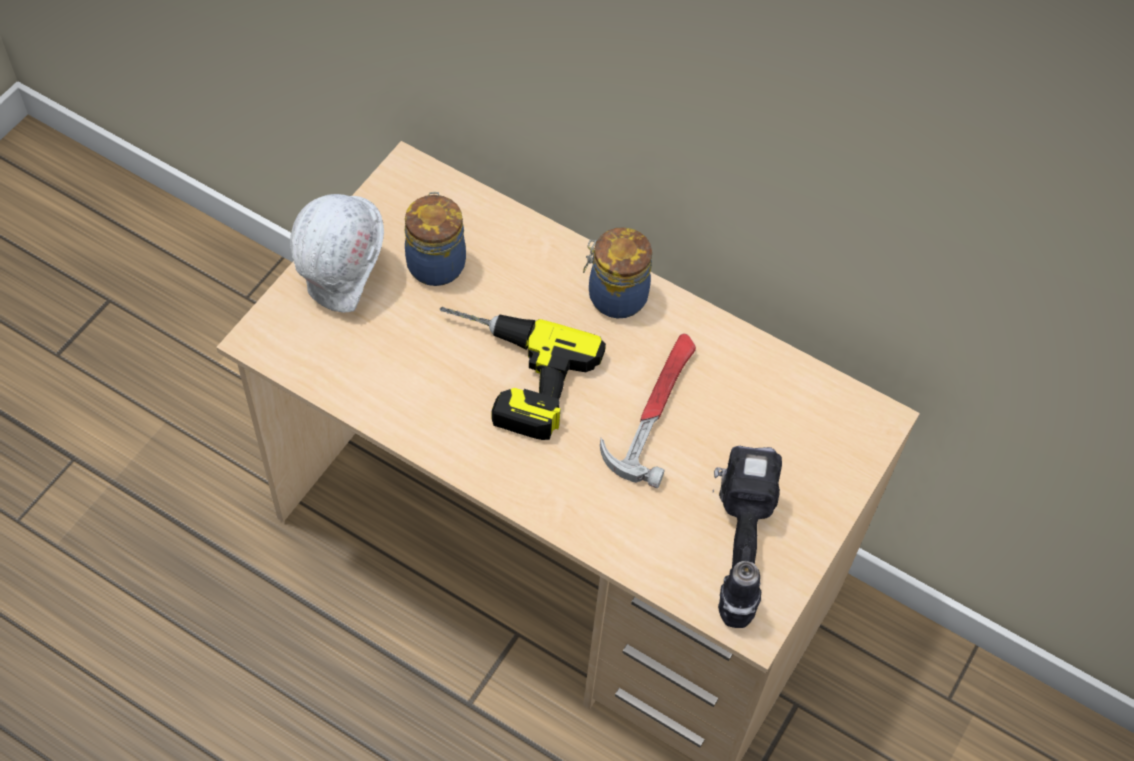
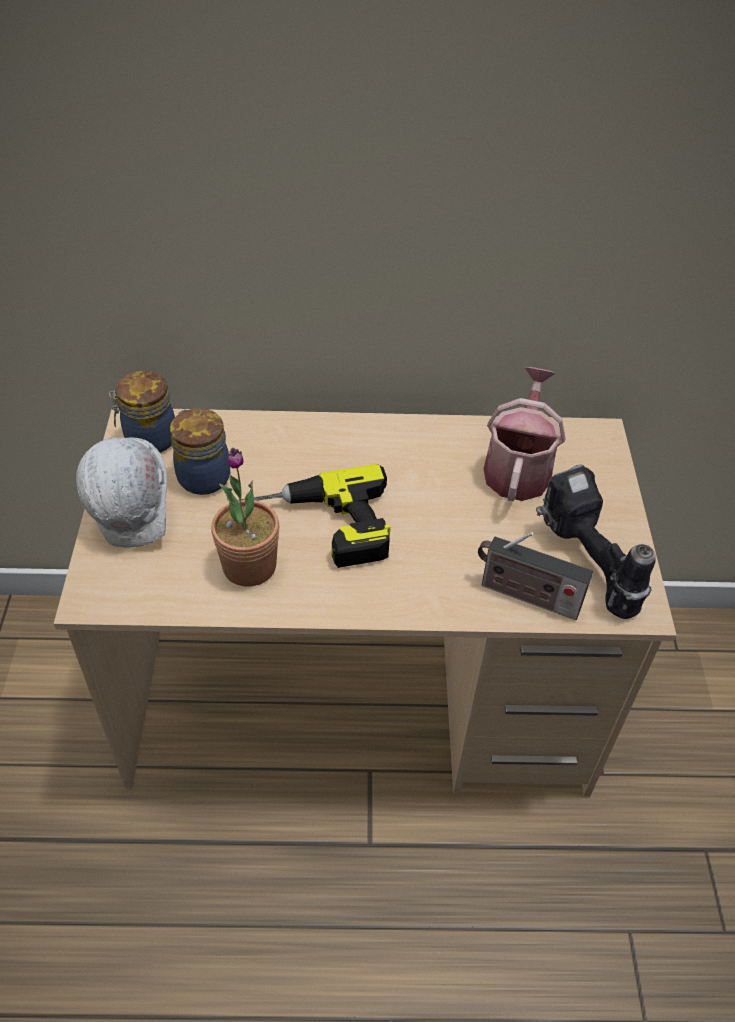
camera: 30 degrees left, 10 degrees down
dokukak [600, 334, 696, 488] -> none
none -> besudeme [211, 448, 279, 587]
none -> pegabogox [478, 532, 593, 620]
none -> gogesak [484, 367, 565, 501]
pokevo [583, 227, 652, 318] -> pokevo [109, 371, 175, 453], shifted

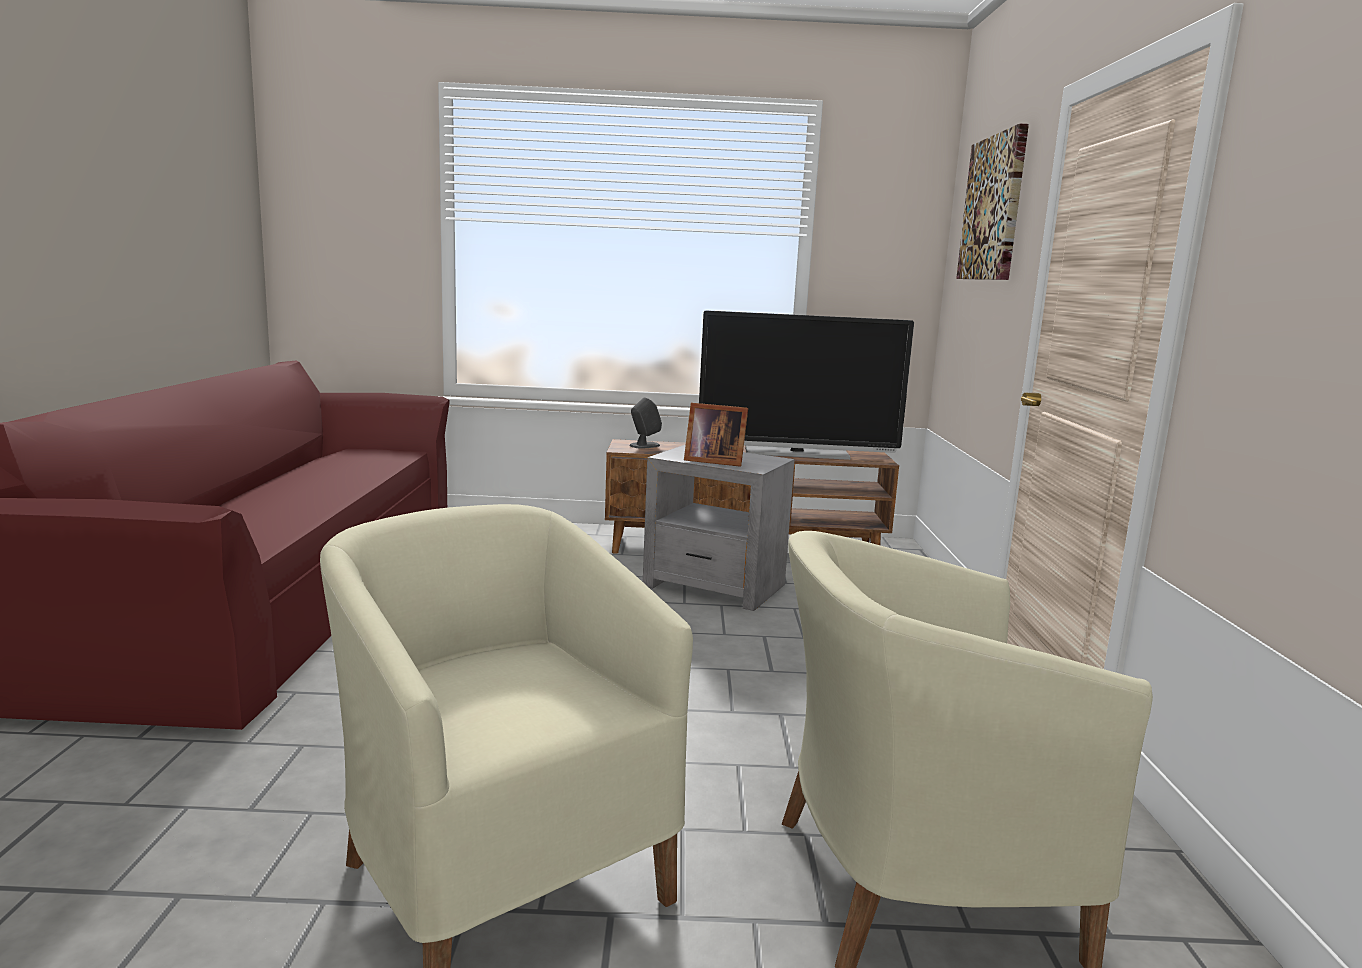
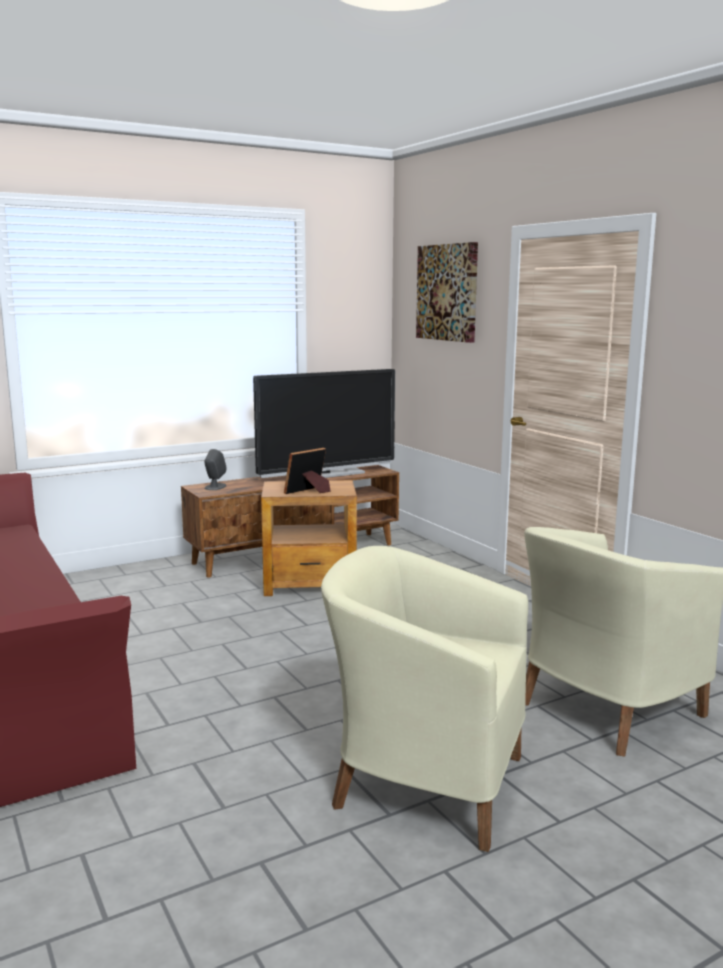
camera: 30 degrees left, 0 degrees up
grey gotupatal [643, 444, 795, 611] -> brown gotupatal [261, 480, 357, 596]
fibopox [684, 403, 748, 467] -> fibopox [284, 448, 331, 494], 150 degrees clockwise

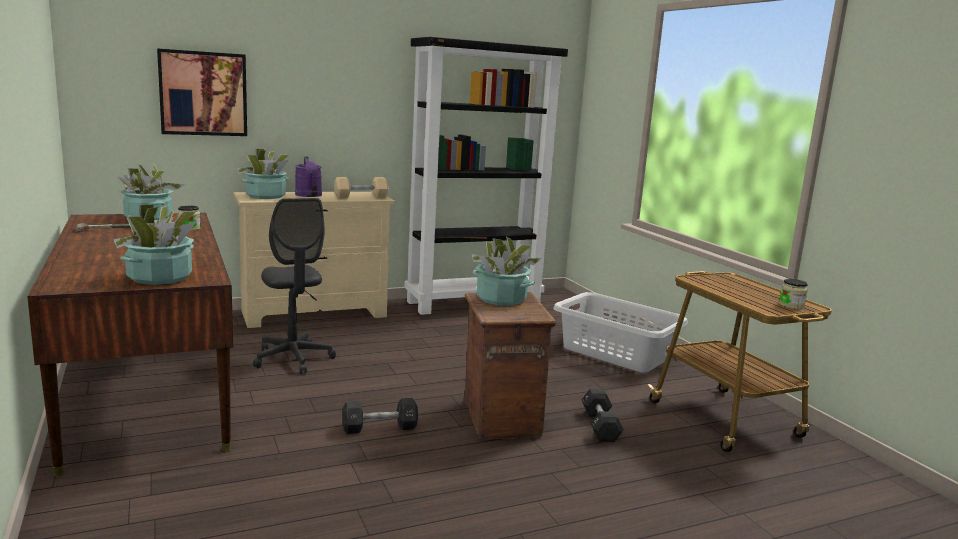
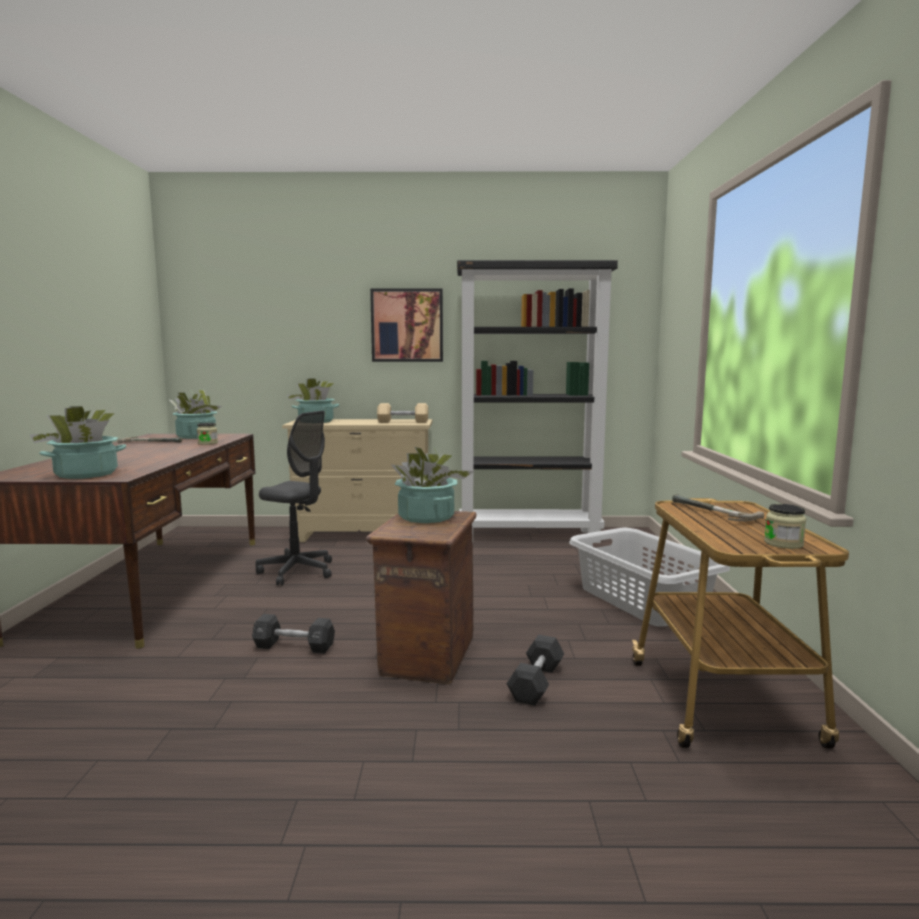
camera: 25 degrees right, 5 degrees down
purple gogesak [295, 157, 322, 197] -> none
none -> dokukak [672, 494, 764, 522]
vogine [157, 48, 247, 136] -> vogine [370, 289, 443, 362], shifted
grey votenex [253, 198, 336, 374] -> grey votenex [256, 411, 332, 586], 60 degrees counterclockwise

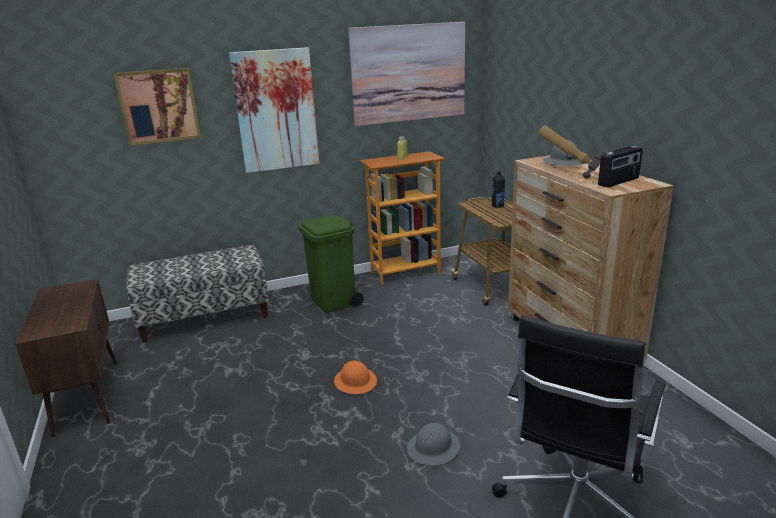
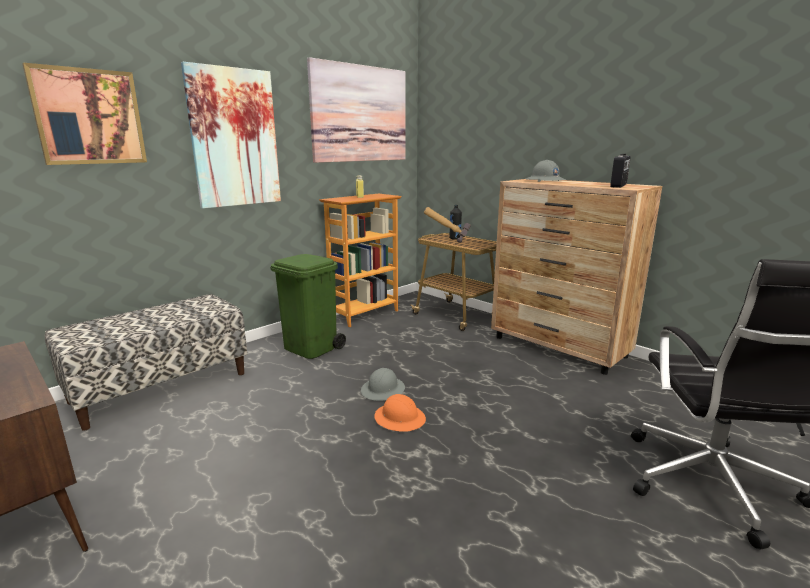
camera: 25 degrees left, 5 degrees down
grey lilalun [407, 423, 460, 466] -> grey lilalun [361, 368, 405, 401], shifted
dokukak [538, 125, 606, 178] -> dokukak [424, 207, 471, 243], shifted

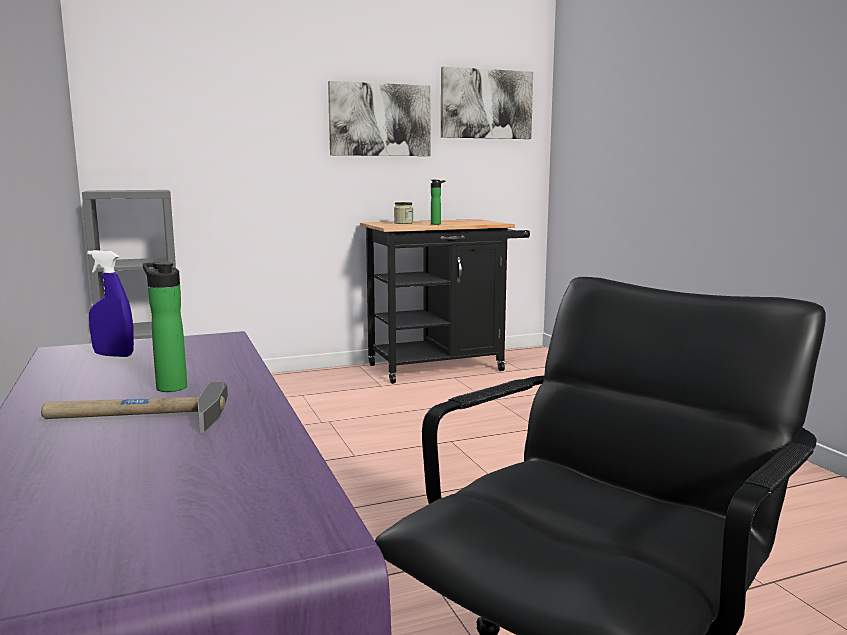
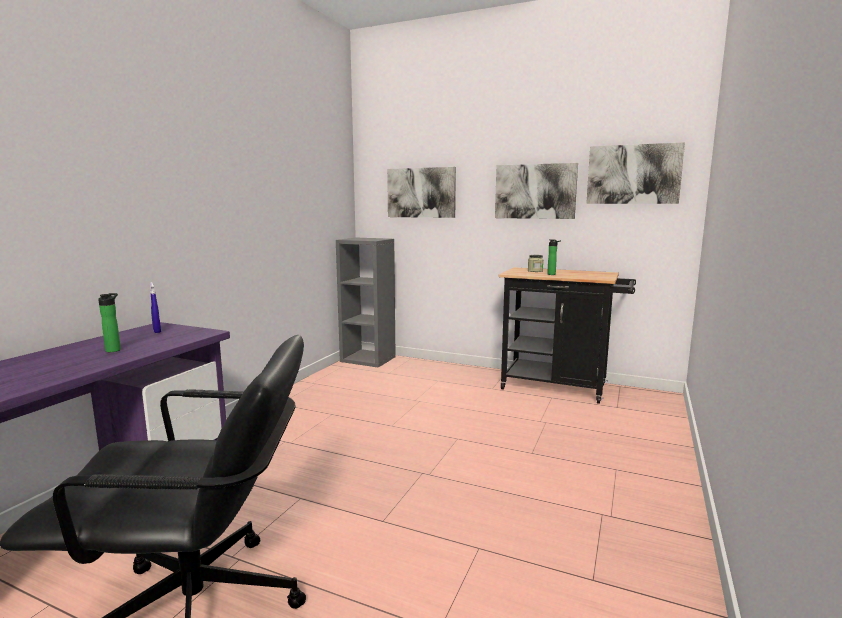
camera: 45 degrees right, 0 degrees up
dokukak [41, 382, 228, 433] -> none
none -> vogine [387, 167, 456, 218]

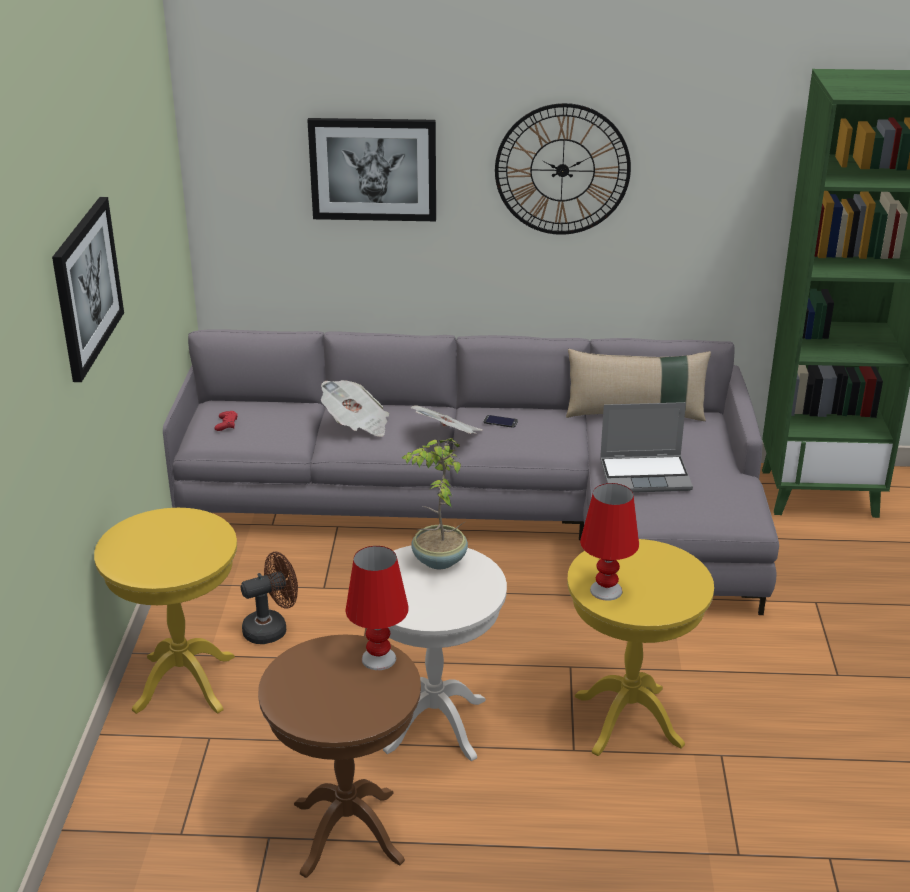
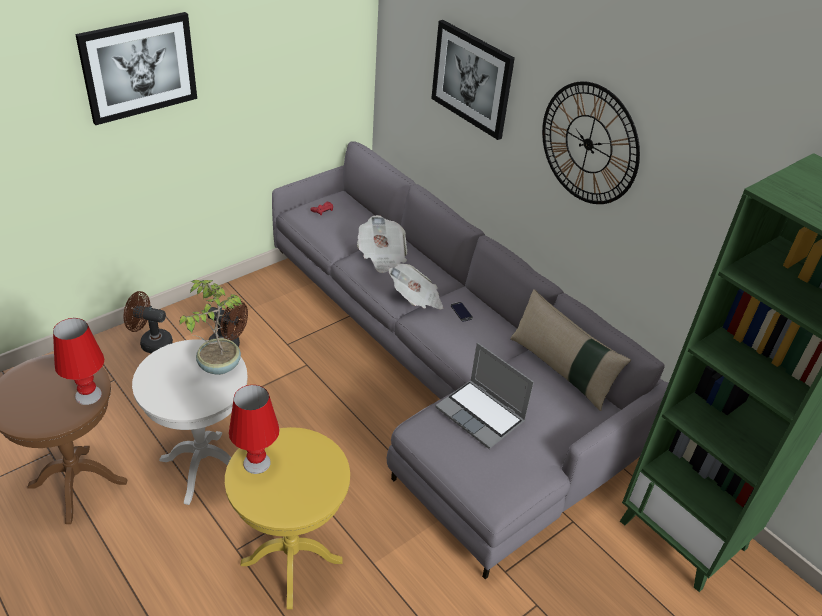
camera: 45 degrees right, 10 degrees up
yellow gotupatal [94, 508, 237, 714] -> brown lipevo [124, 291, 173, 353]

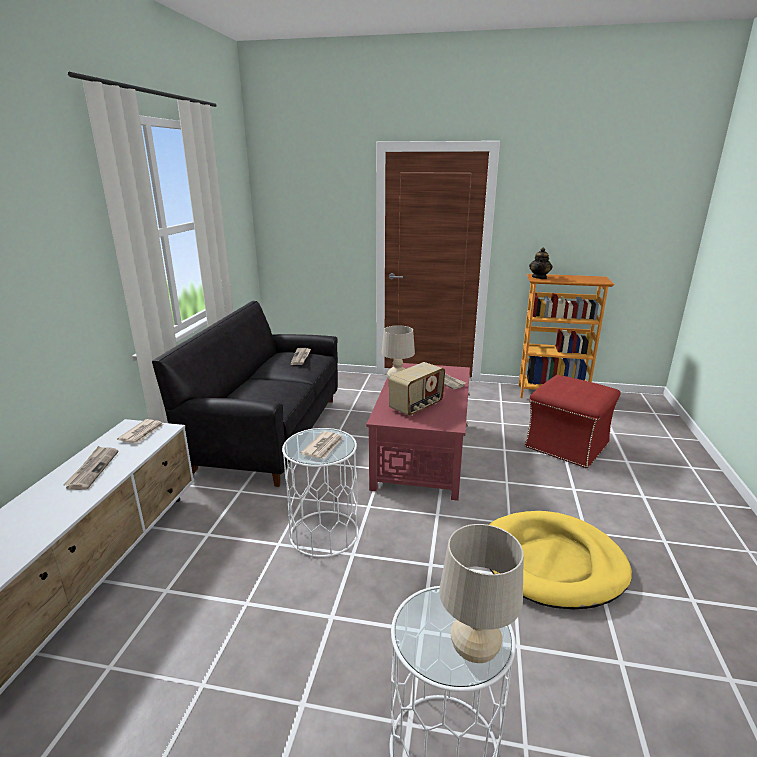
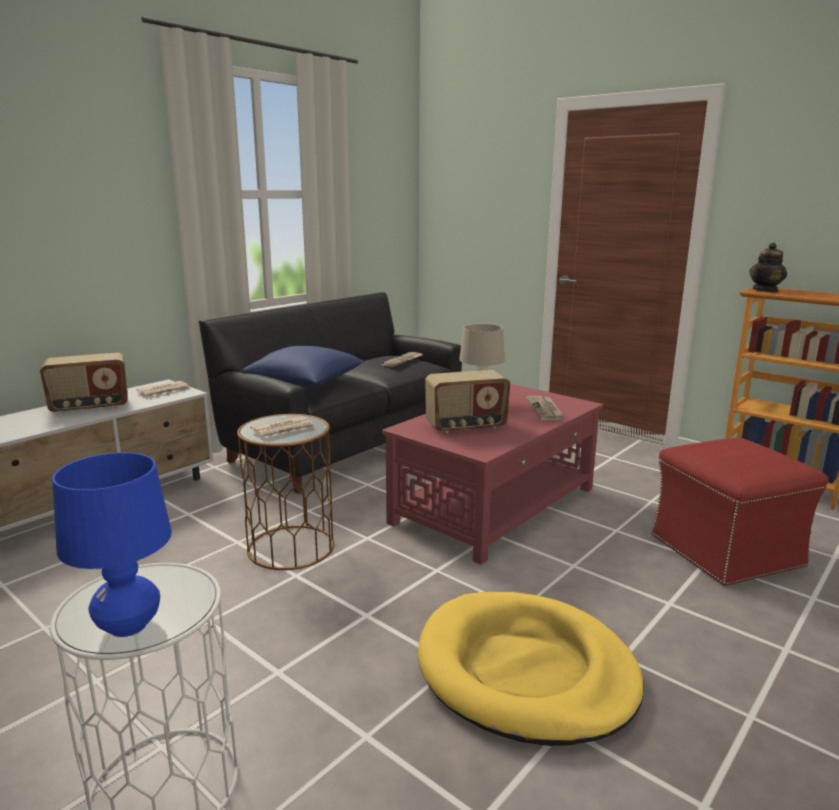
camera: 30 degrees right, 5 degrees down
none -> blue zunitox [241, 346, 365, 386]
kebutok [63, 446, 118, 490] -> pegabogox [40, 353, 128, 414]
white gotupatal [282, 428, 359, 557] -> brown gotupatal [237, 414, 334, 570]
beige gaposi [439, 524, 524, 663] -> blue gaposi [52, 452, 172, 637]

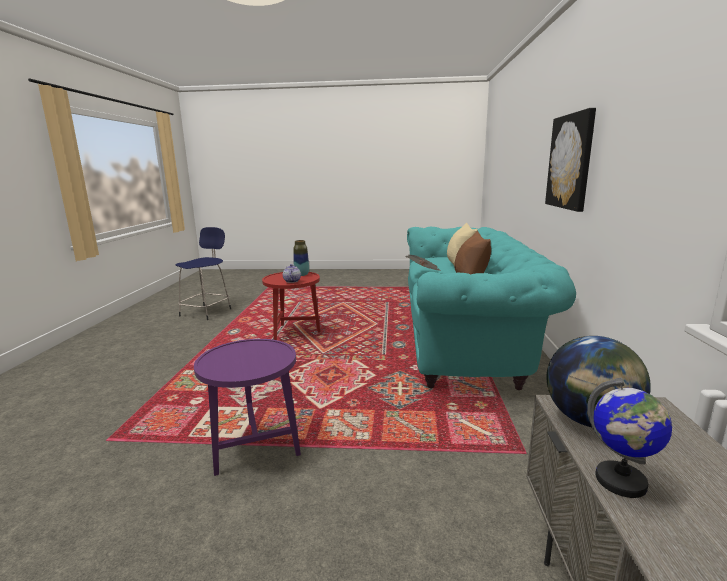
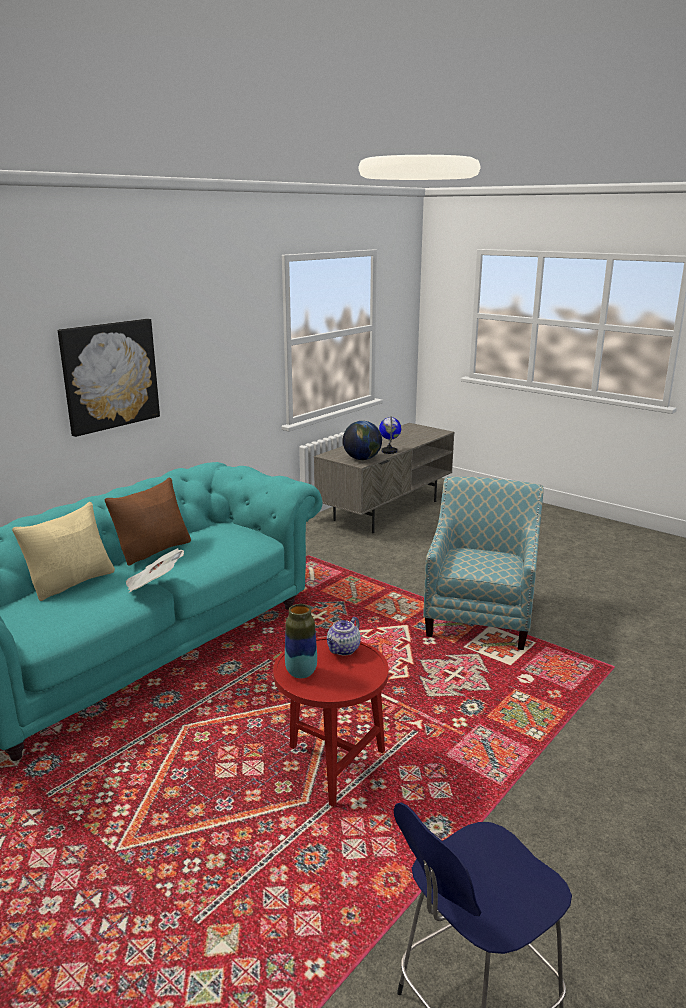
camera: 145 degrees left, 5 degrees up
purple gotupatal [194, 339, 301, 476] -> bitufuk [423, 477, 544, 650]

